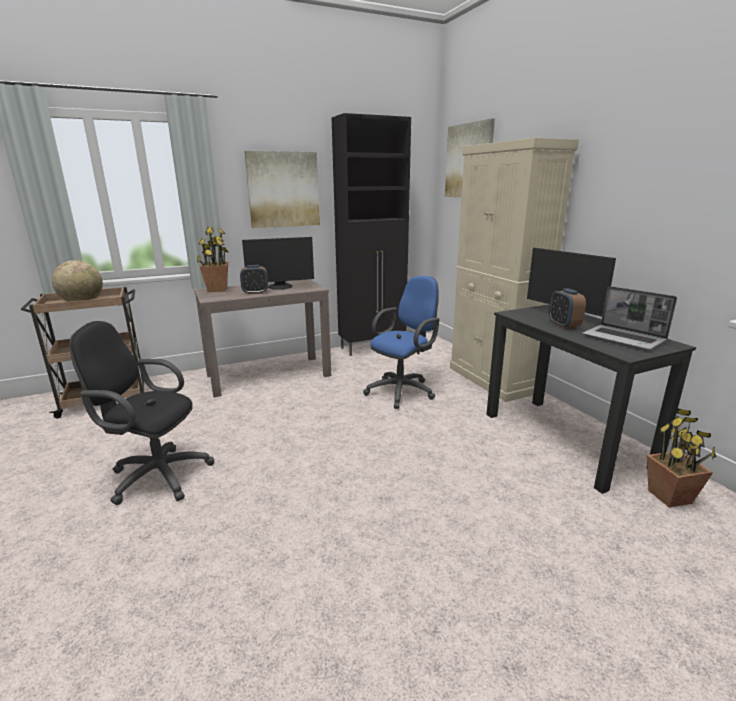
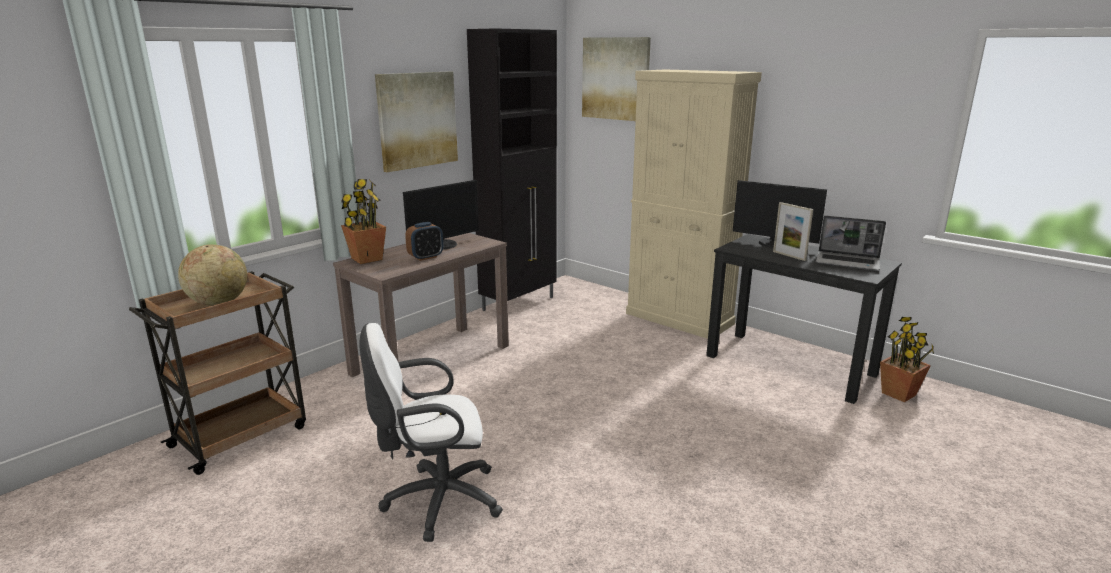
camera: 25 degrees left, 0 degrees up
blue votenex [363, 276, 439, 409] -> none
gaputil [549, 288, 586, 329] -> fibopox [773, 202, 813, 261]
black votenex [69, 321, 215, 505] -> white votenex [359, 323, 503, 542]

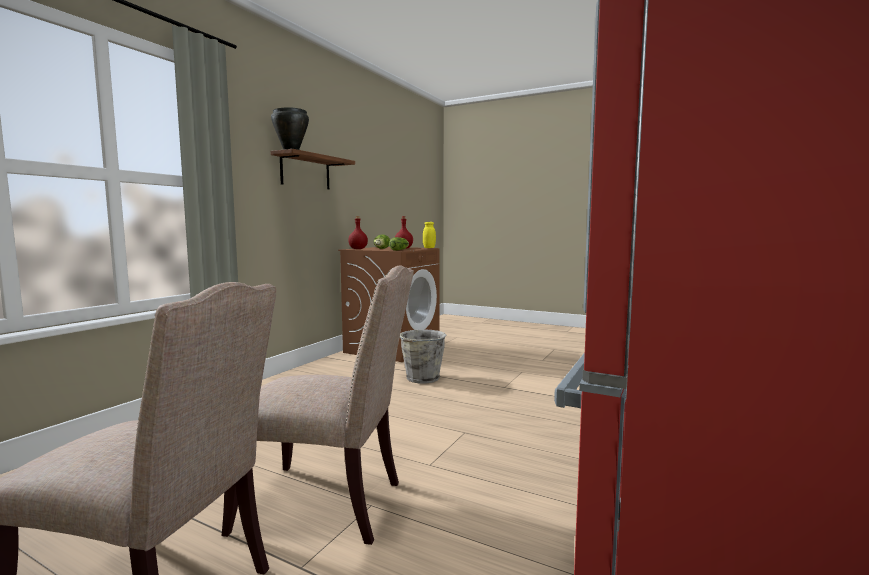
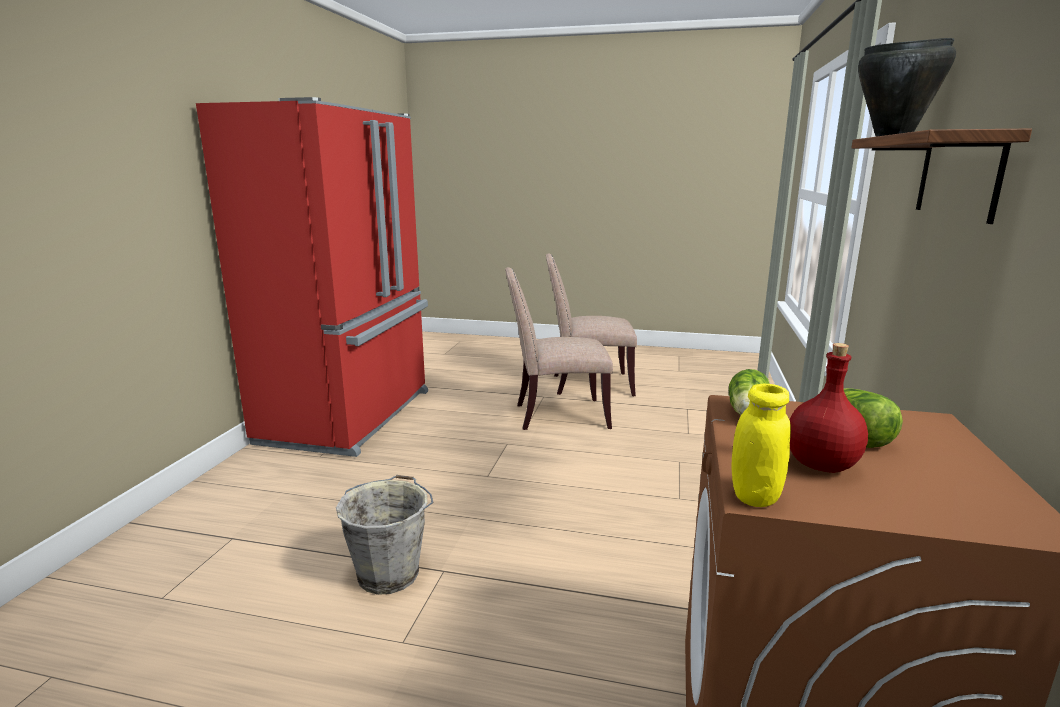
camera: 165 degrees right, 10 degrees up
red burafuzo [348, 216, 368, 249] -> none
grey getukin [400, 329, 447, 384] -> grey getukin [336, 475, 433, 595], shifted

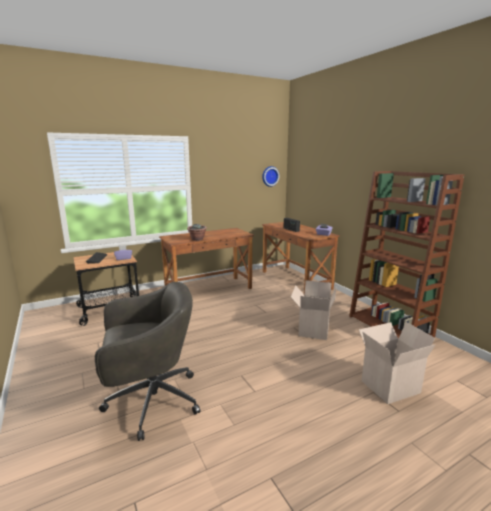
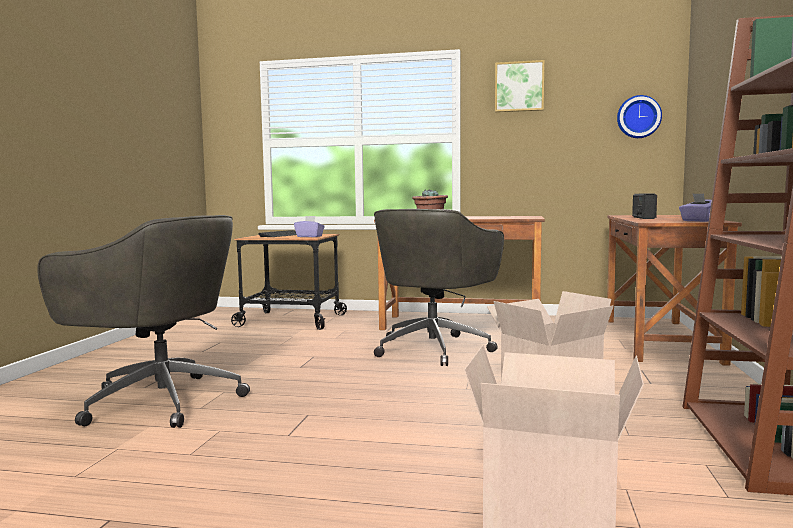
camera: 40 degrees right, 10 degrees down
none -> grey votenex [374, 209, 504, 366]
none -> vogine [495, 60, 544, 112]

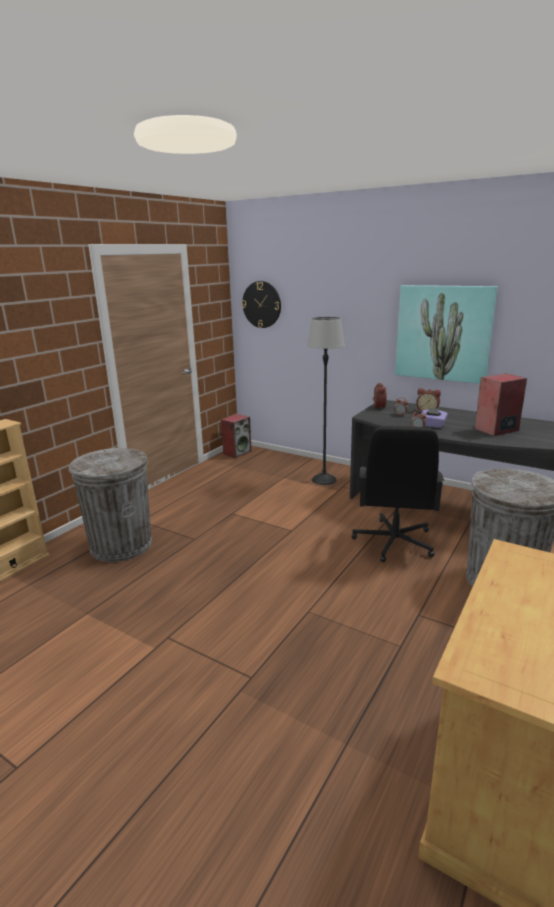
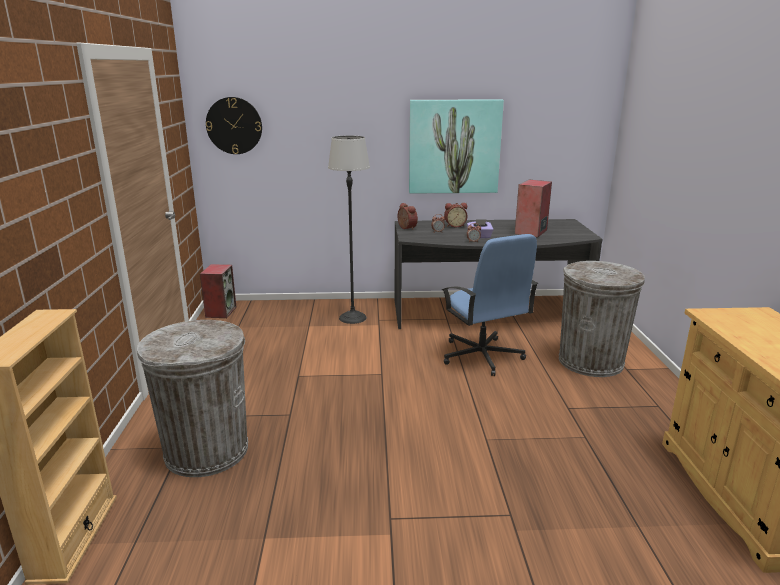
camera: 35 degrees left, 0 degrees up
black votenex [351, 426, 444, 563] -> blue votenex [442, 234, 538, 376]

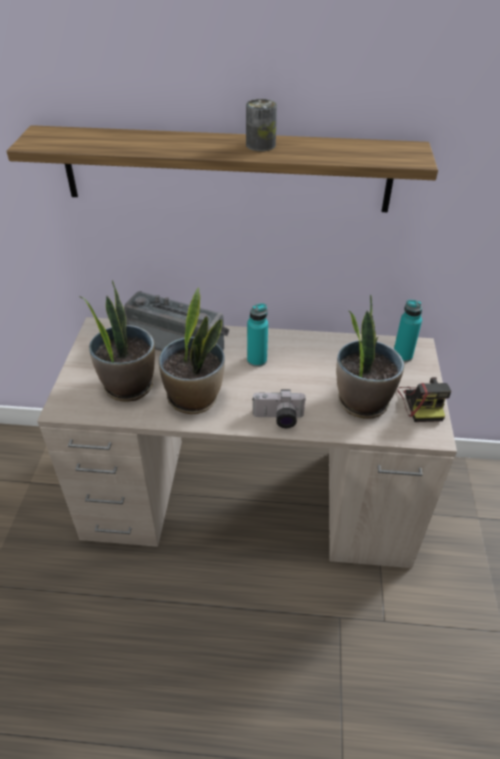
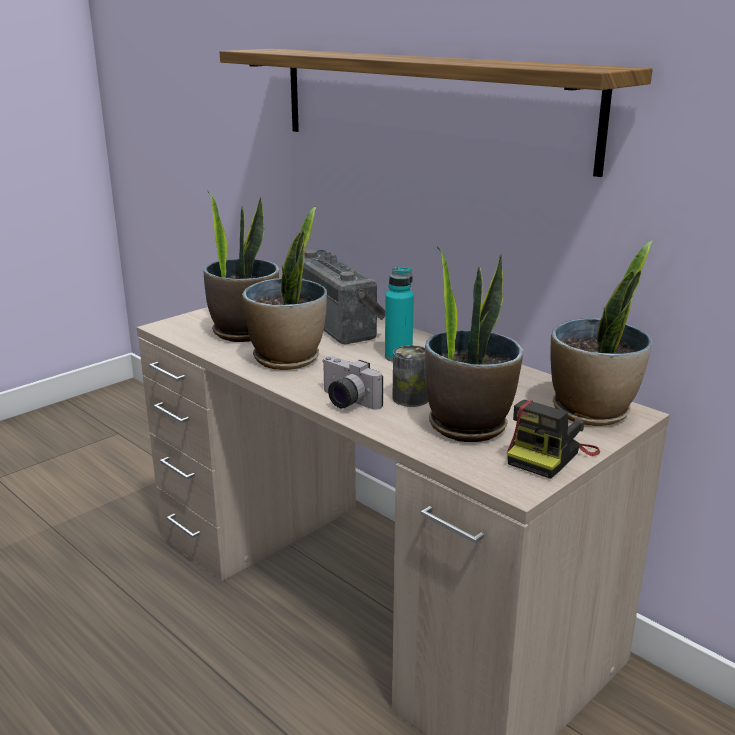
camera: 40 degrees right, 20 degrees down
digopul [246, 99, 277, 152] -> digopul [393, 345, 428, 407], shifted
turquoise burafuzo [394, 300, 422, 362] -> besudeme [550, 240, 653, 426]

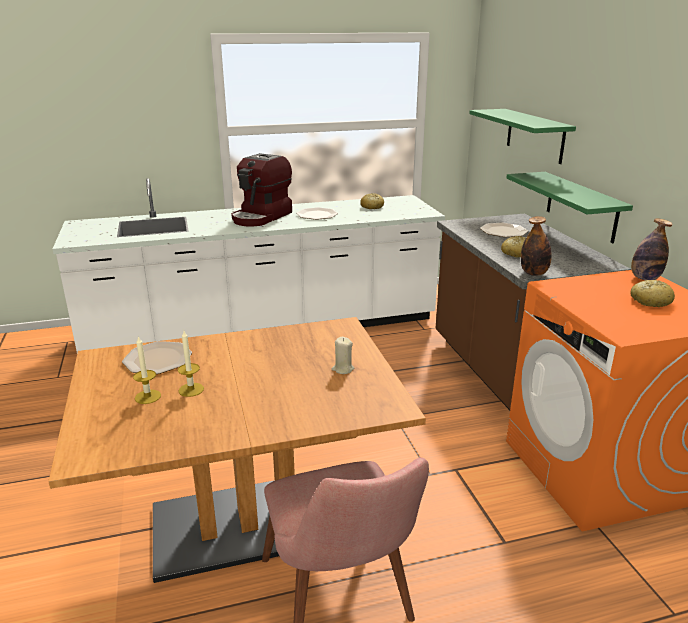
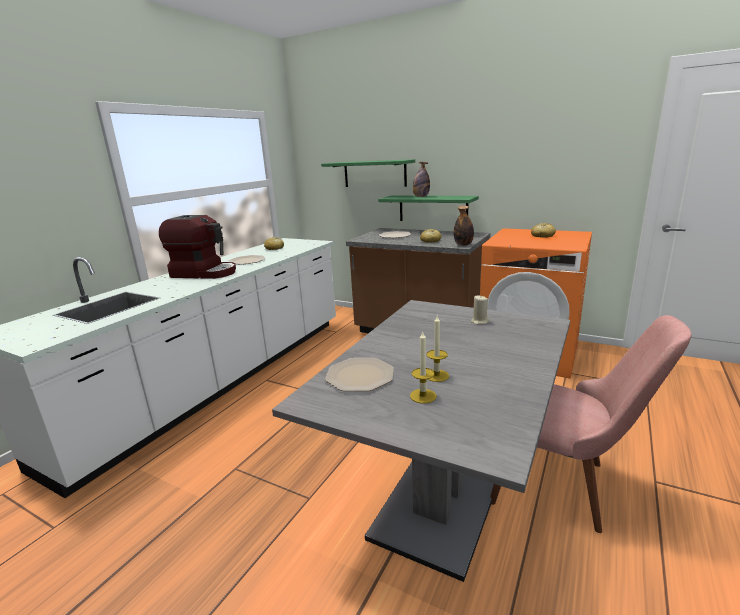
camera: 45 degrees left, 5 degrees down
burafuzo [631, 218, 673, 280] -> burafuzo [413, 162, 430, 197], shifted
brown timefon [48, 317, 426, 583] -> grey timefon [272, 300, 570, 582]
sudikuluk [231, 153, 292, 227] -> sudikuluk [159, 215, 236, 279], 60 degrees counterclockwise

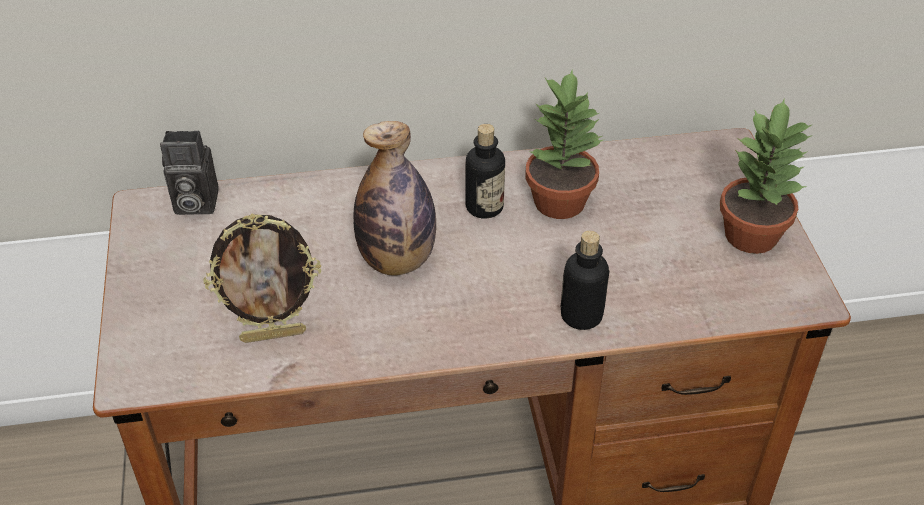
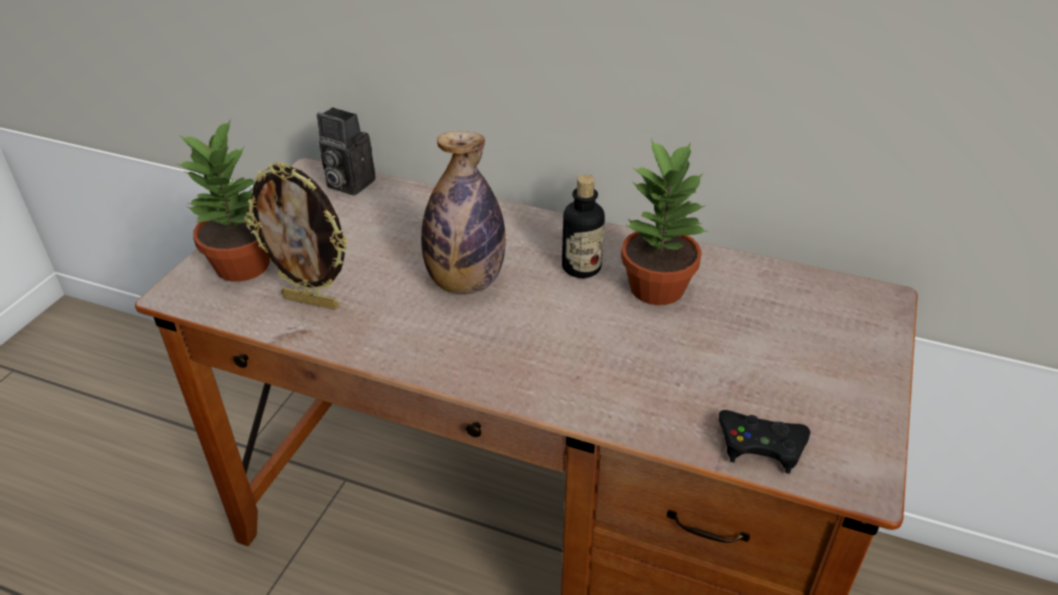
camera: 30 degrees right, 5 degrees down
burafuzo [560, 231, 609, 330] -> none
none -> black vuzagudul [719, 410, 810, 474]
besudeme [720, 99, 813, 254] -> besudeme [175, 119, 270, 282], shifted

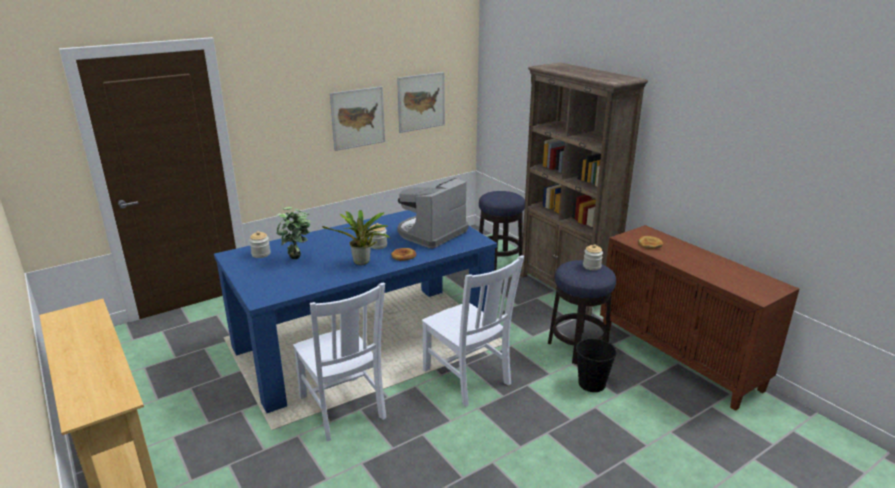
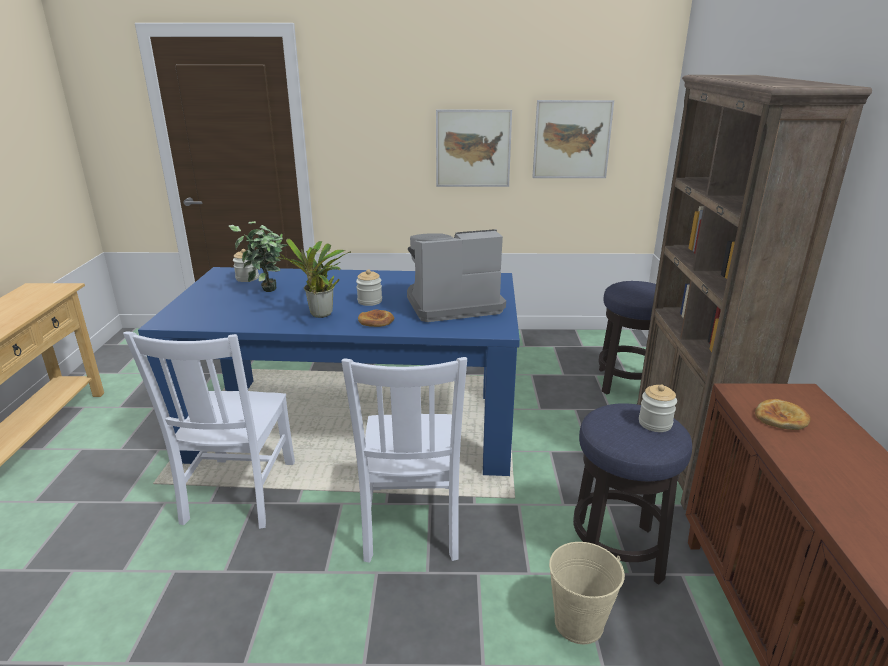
camera: 35 degrees right, 0 degrees up
black getukin [576, 338, 617, 392] -> beige getukin [549, 542, 625, 644]

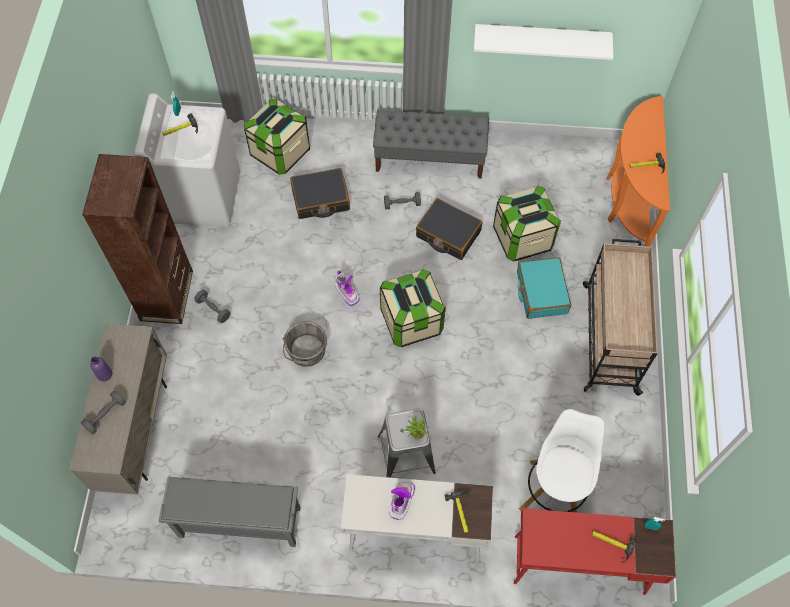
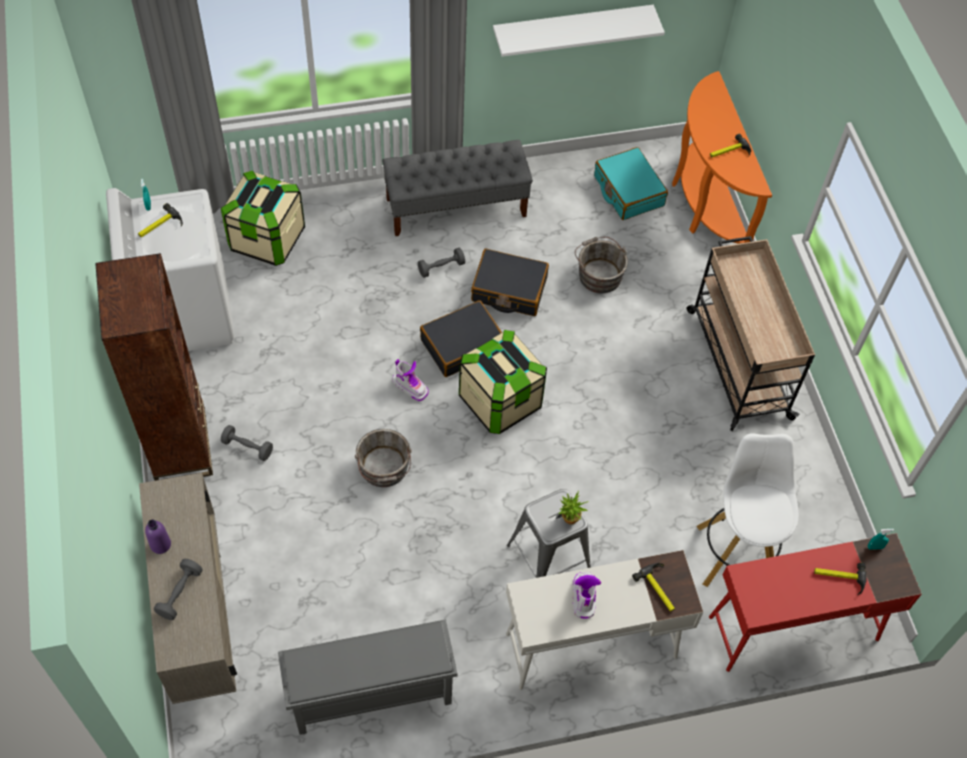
camera: 20 degrees left, 5 degrees down
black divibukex [290, 168, 350, 219] -> black divibukex [420, 300, 502, 377], shifted
turquoise divibukex [517, 257, 571, 319] -> turquoise divibukex [594, 147, 668, 220], shifted
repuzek [493, 186, 561, 262] -> grey getukin [575, 237, 628, 293]

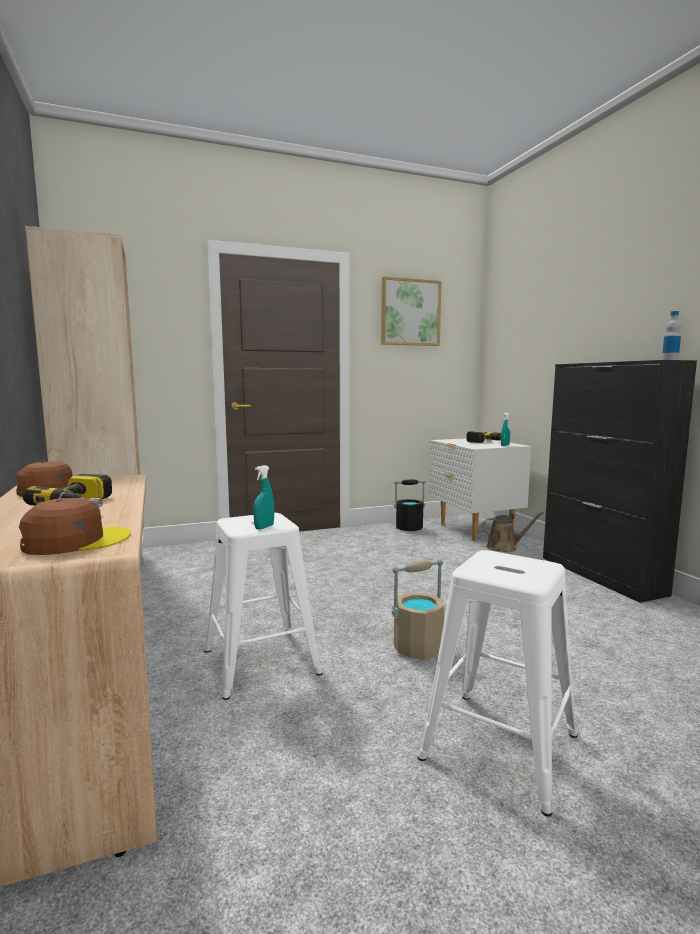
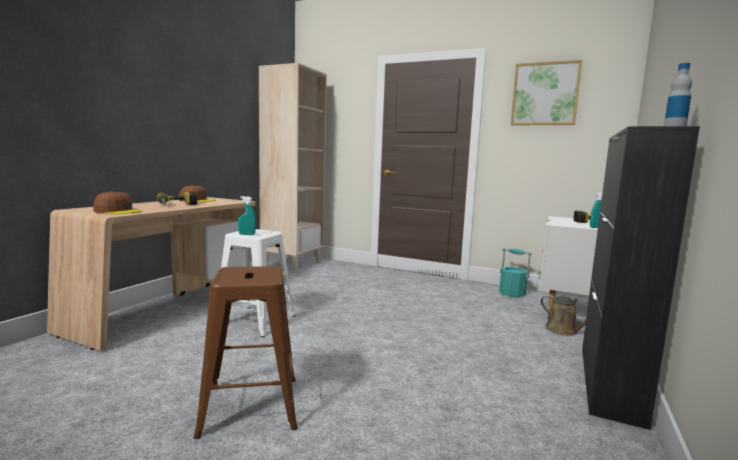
camera: 45 degrees right, 0 degrees up
beige getukin [392, 560, 444, 660] -> none
black getukin [394, 480, 425, 531] -> turquoise getukin [499, 248, 532, 297]
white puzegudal [418, 550, 578, 816] -> brown puzegudal [194, 266, 298, 439]

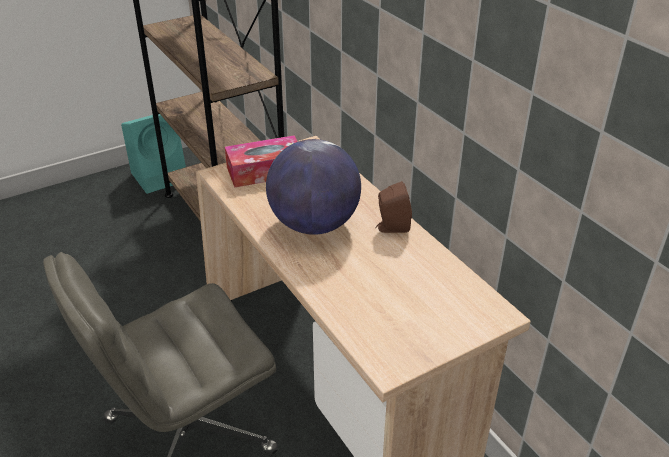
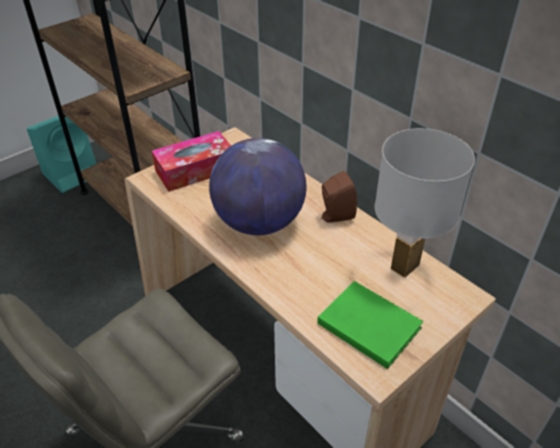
camera: 10 degrees left, 5 degrees up
none -> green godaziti [317, 281, 423, 369]
none -> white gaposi [375, 128, 475, 278]

